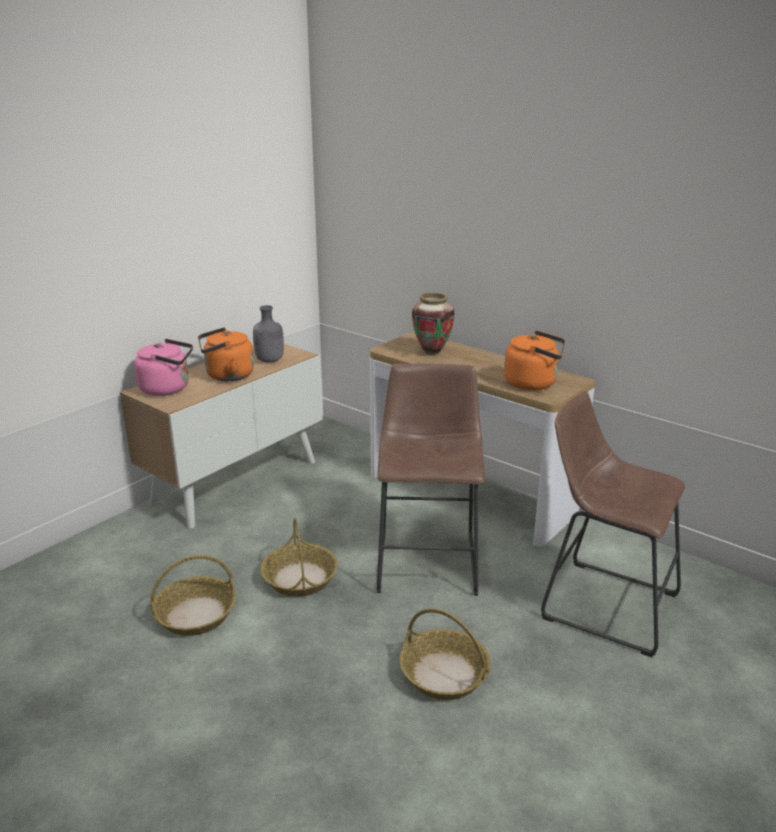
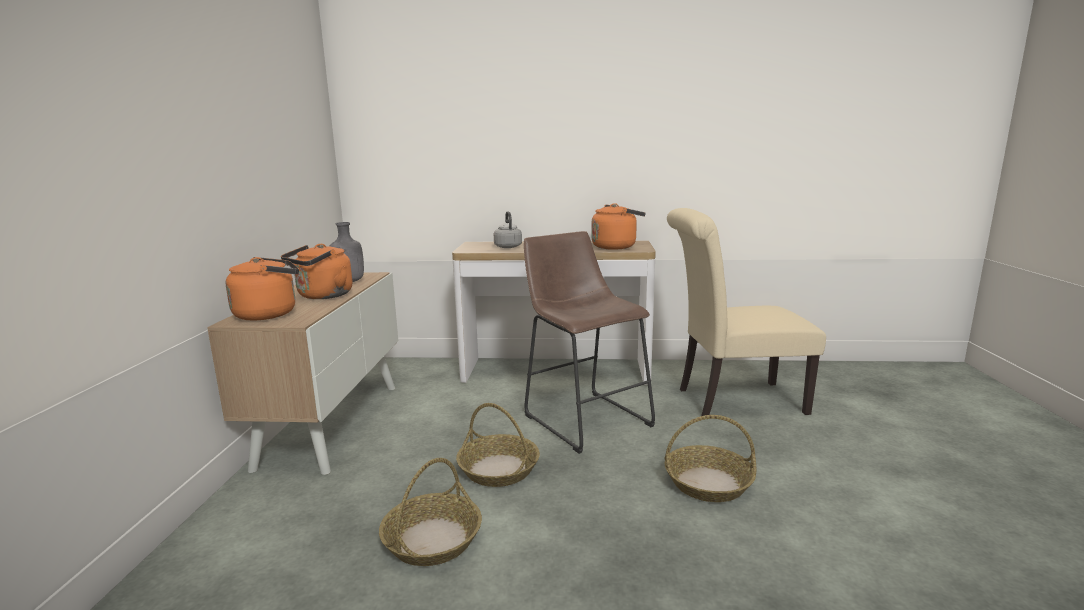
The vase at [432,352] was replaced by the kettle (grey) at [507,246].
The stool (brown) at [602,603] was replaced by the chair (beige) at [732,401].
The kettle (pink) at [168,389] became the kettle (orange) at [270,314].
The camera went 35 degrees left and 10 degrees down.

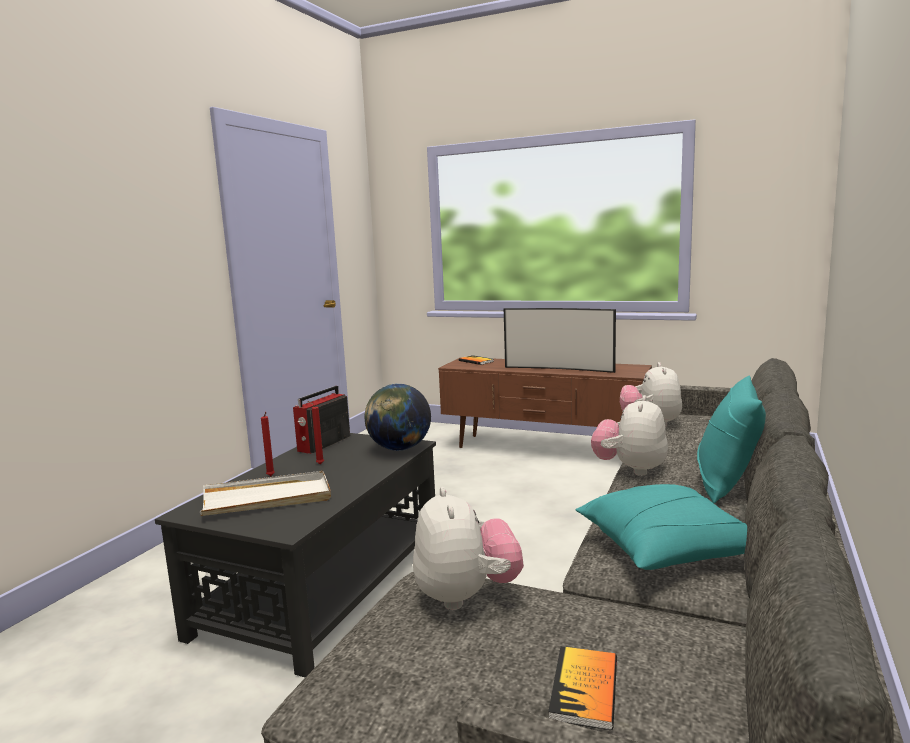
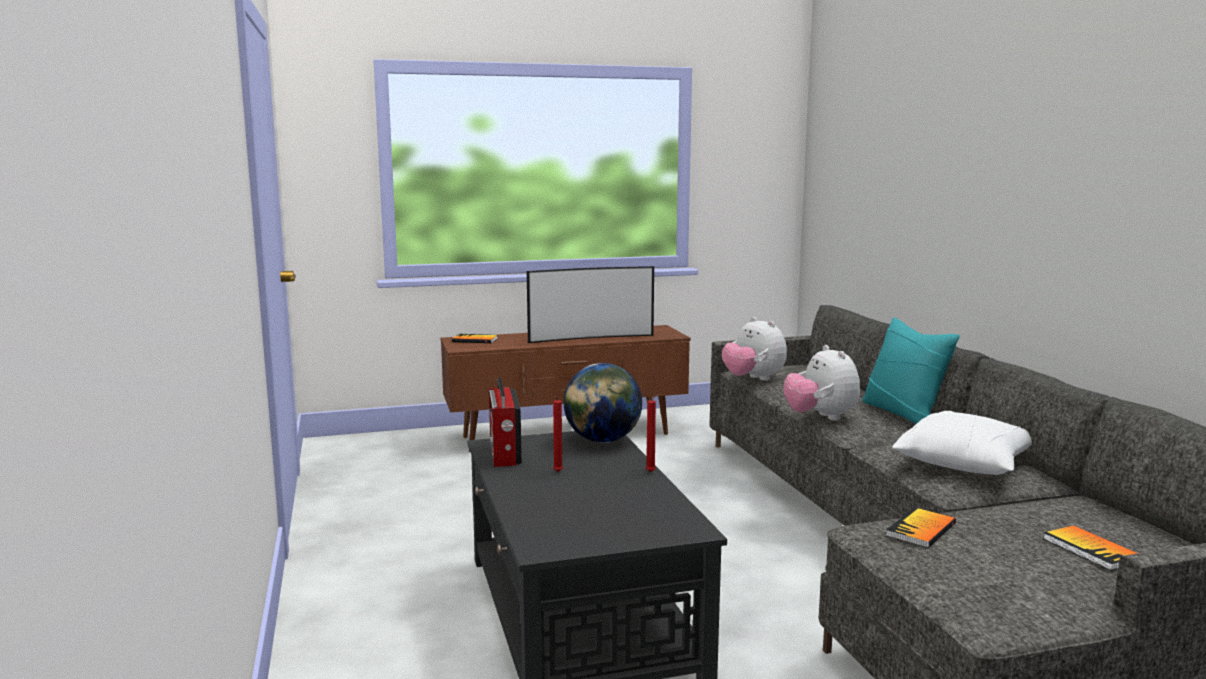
The tray (white) at [267,498] disappeared.
The candle (red) moved from [271,476] to [652,472].
The plush toy at [466,596] was replaced by the book at [921,530].
The pillow (turquoise) at [666,549] became the pillow (white) at [964,463].
The camera went 40 degrees left and 0 degrees up.

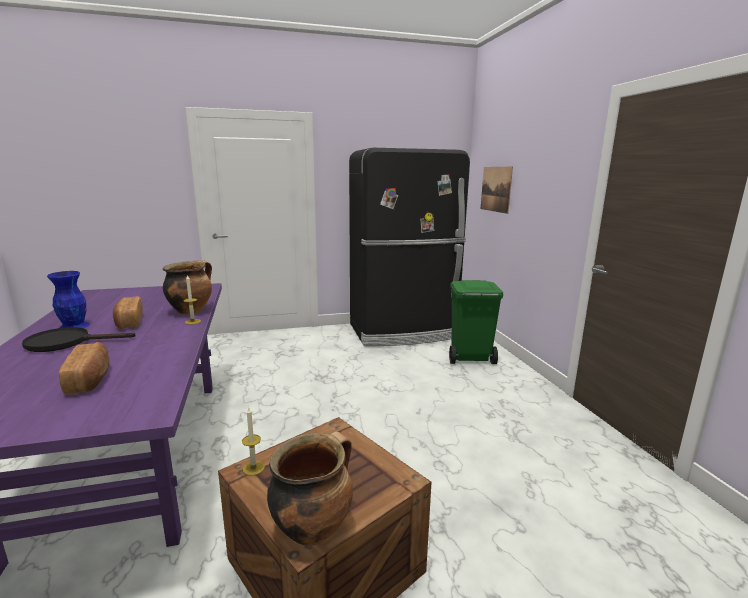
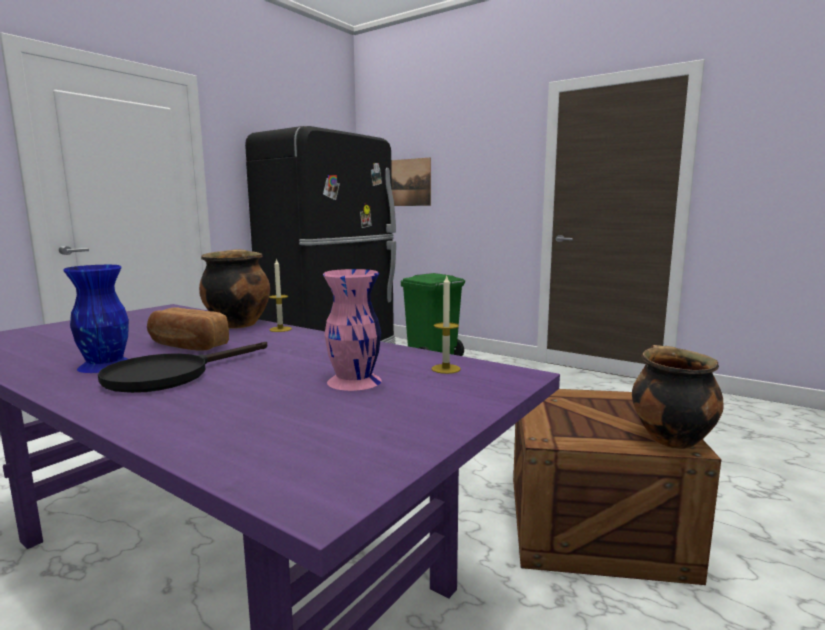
The candle moved from [253,468] to [445,369].
The bread at [90,379] was replaced by the vase (pink) at [354,381].
The camera went 40 degrees left and 5 degrees down.

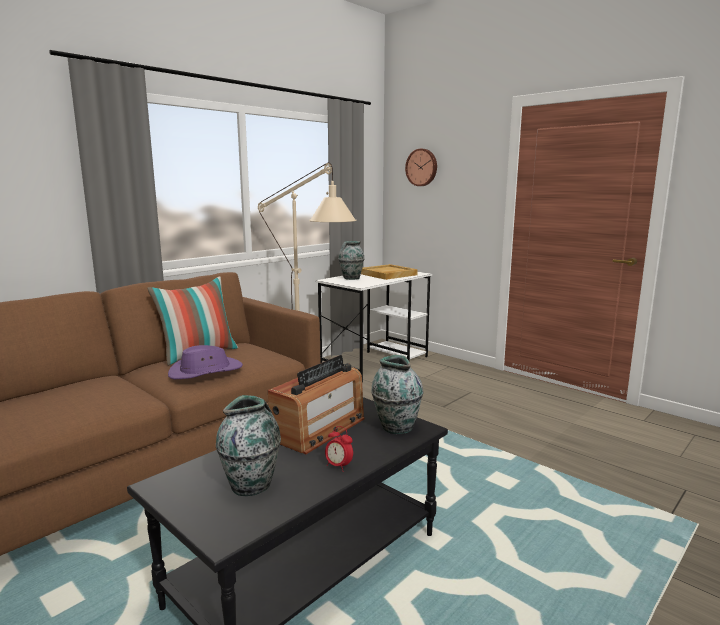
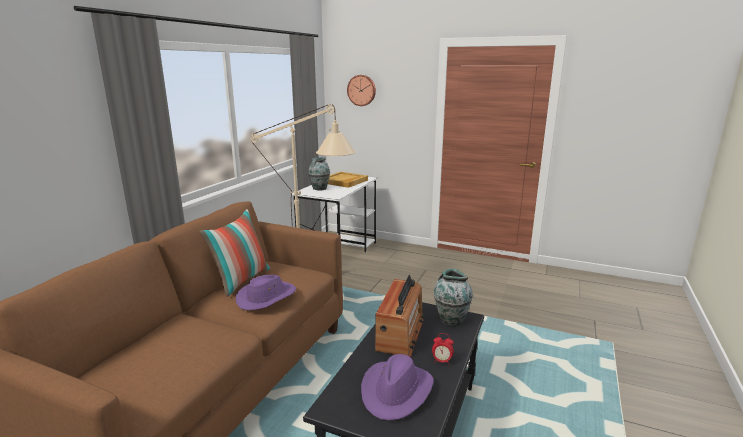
The vase at [251,485] was replaced by the hat (purple) at [396,391].
The camera went 20 degrees left and 5 degrees up.

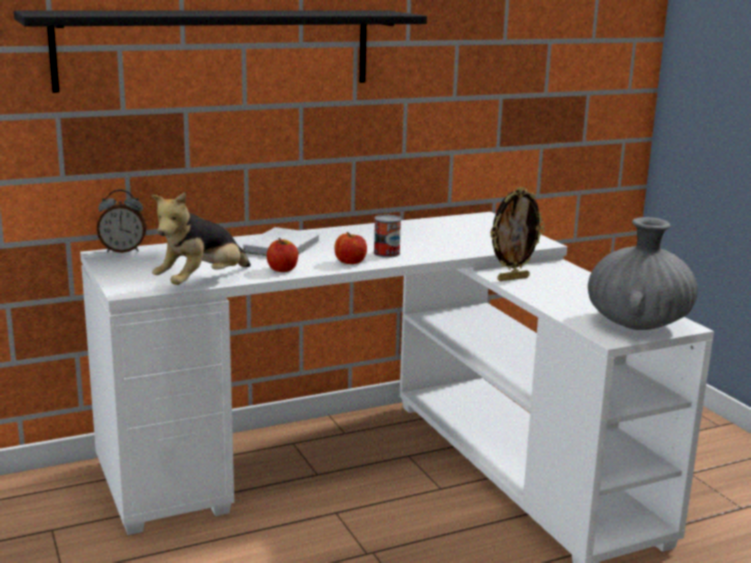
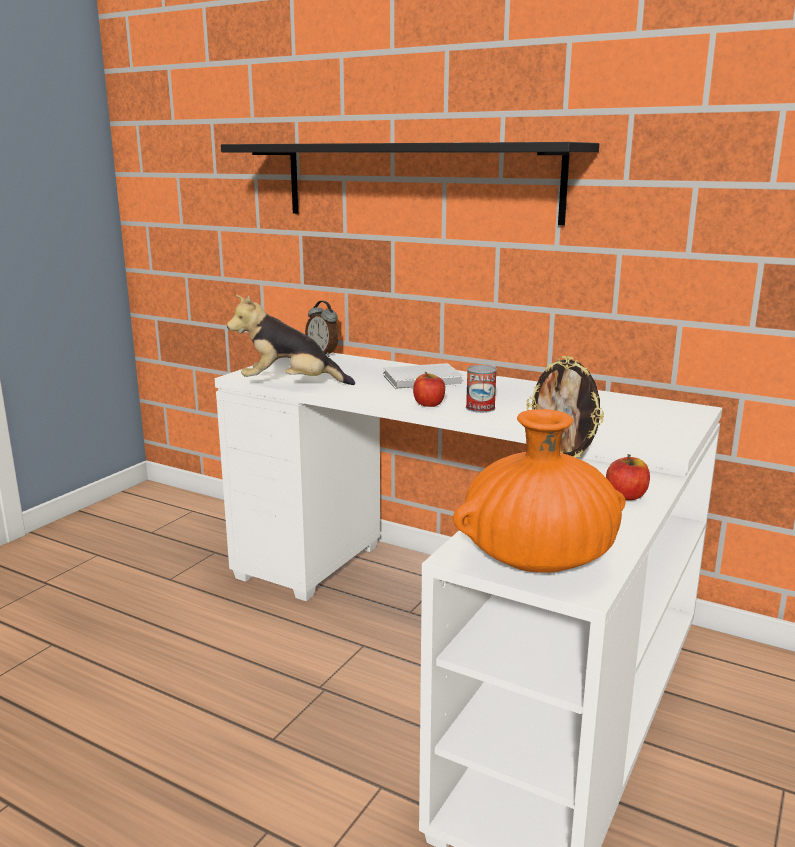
The apple moved from [282,269] to [626,496].
The vase (grey) at [638,323] became the vase (orange) at [538,560].
The camera went 55 degrees right and 0 degrees up.

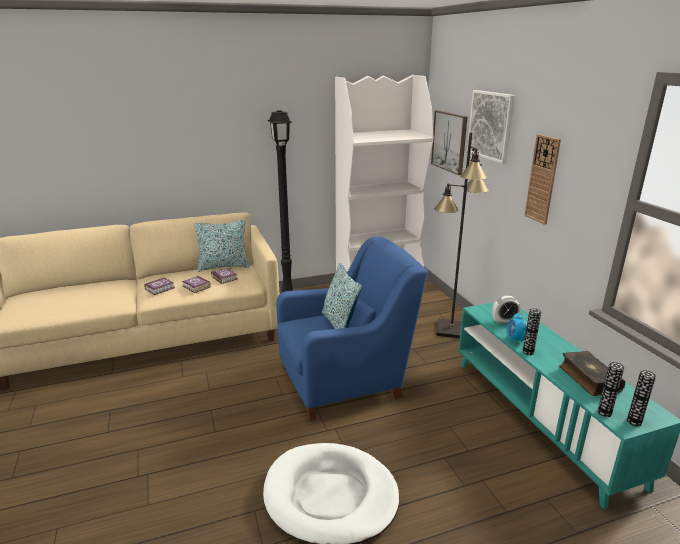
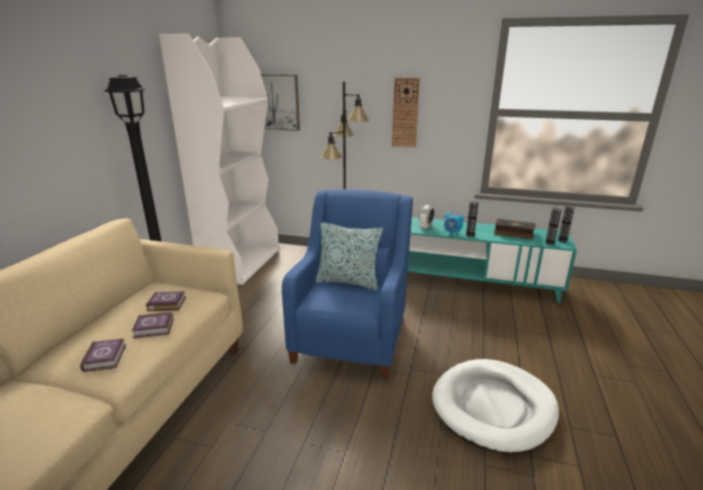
The pillow at [224,266] disappeared.
The picture at [491,125] disappeared.
The camera went 55 degrees left and 0 degrees up.

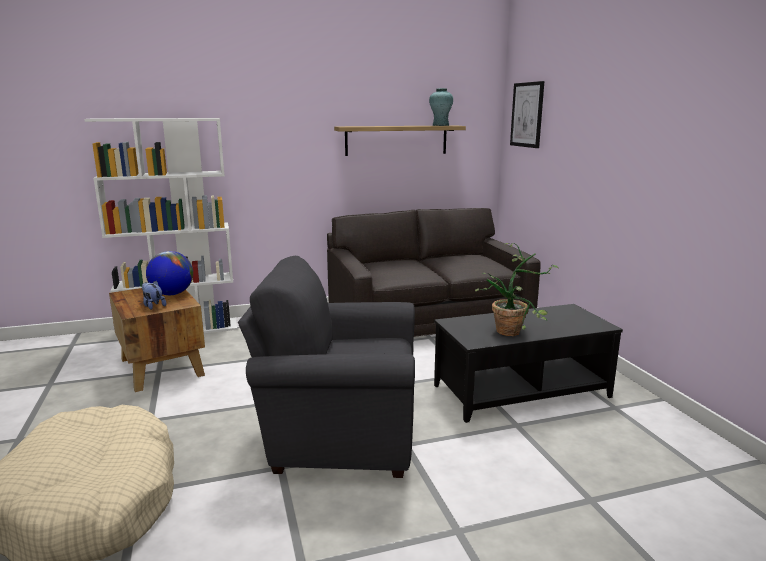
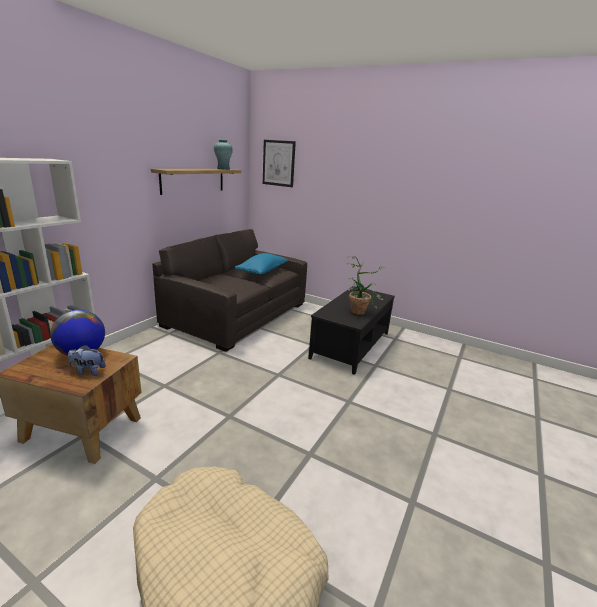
The armchair (grey) at [338,433] disappeared.
The pillow (blue) at [262,271] appeared.
The camera went 45 degrees left and 5 degrees up.

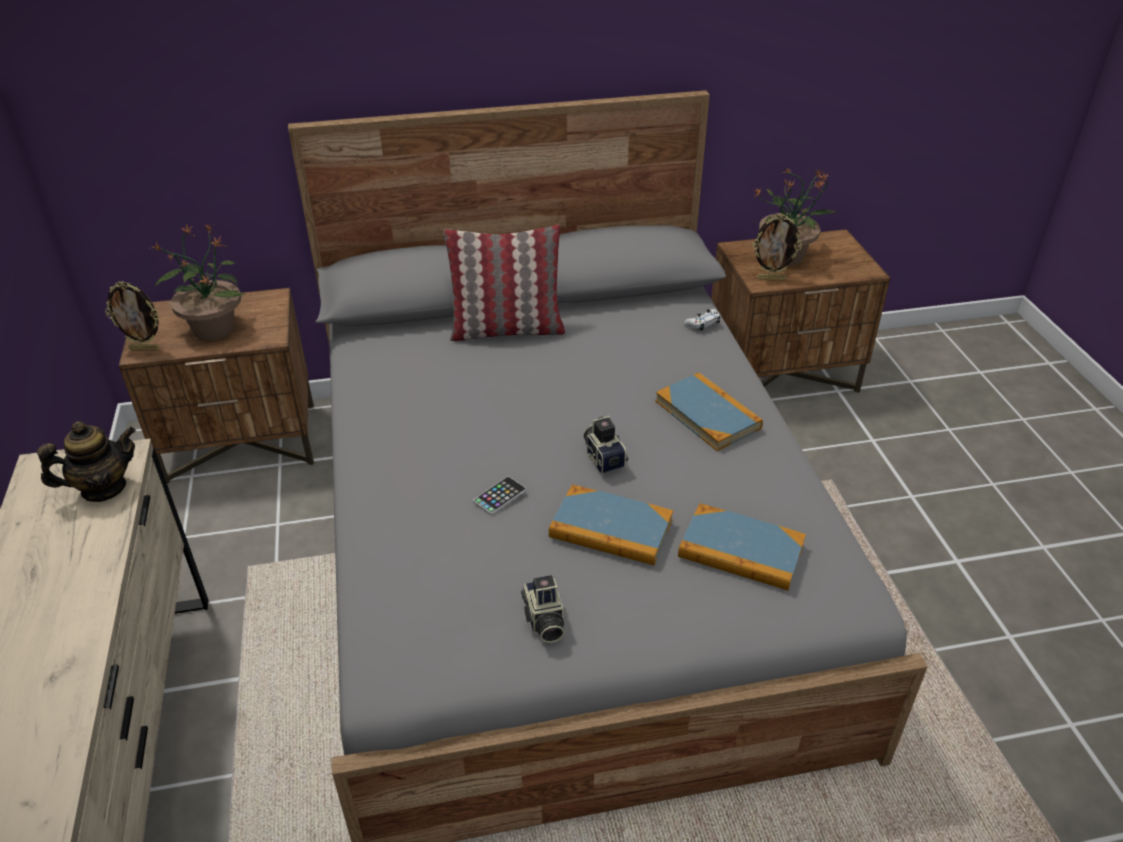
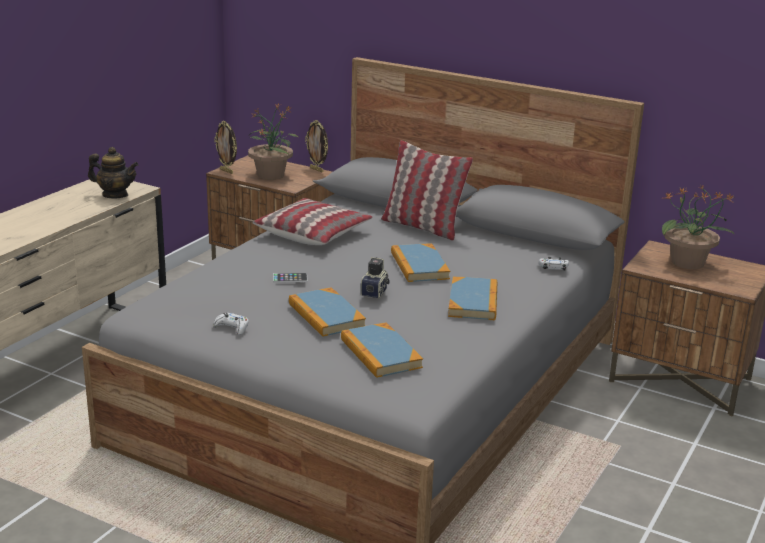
The pillow at [313,233] appeared.
The book at [419,266] appeared.
The picture frame moved from [771,279] to [317,170].
The photo camera at [543,621] was replaced by the game controller (white) at [232,328].
The camera went 40 degrees right and 15 degrees down.

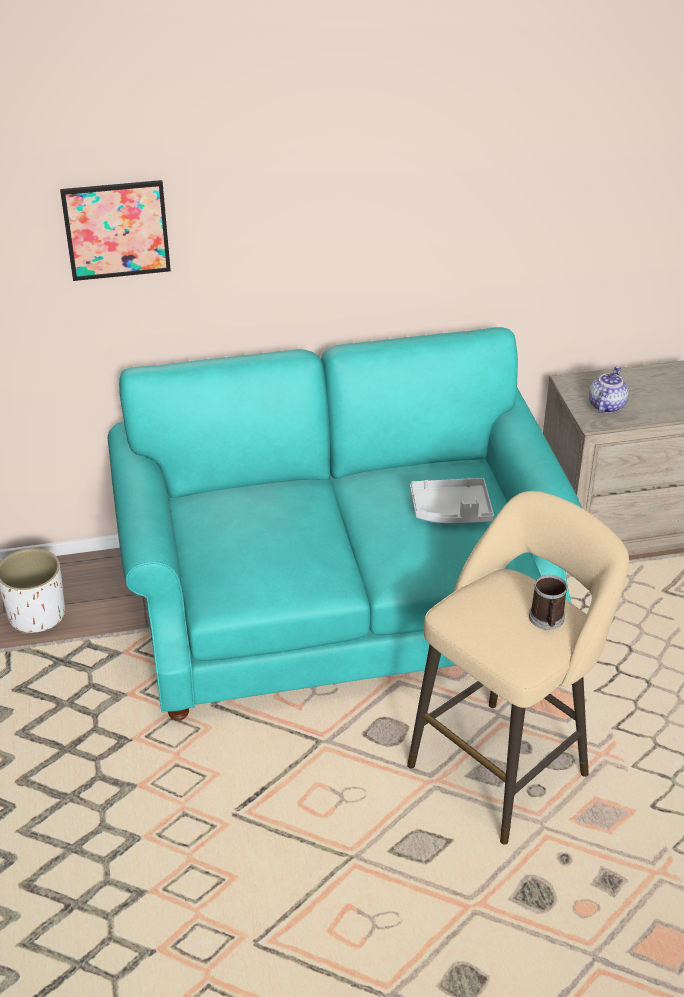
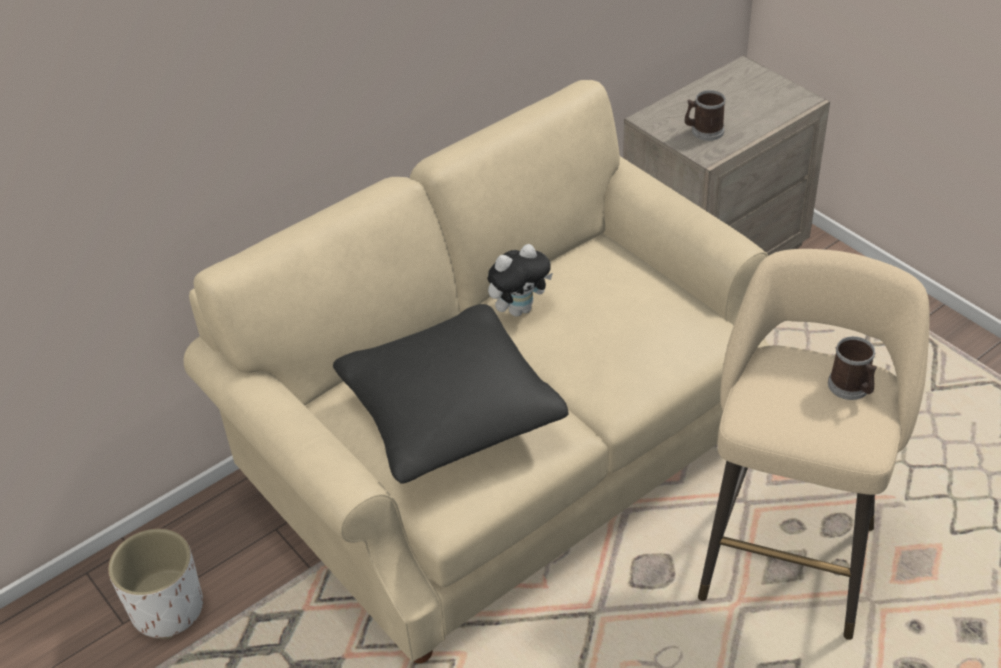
The picture at [116,230] disappeared.
The tray (grey) at [451,511] disappeared.
The pillow (black) at [450,411] appeared.
The plush toy at [519,309] appeared.
The teapot at [605,405] was replaced by the mug at [704,131].
The sofa (turquoise) at [343,606] became the sofa (beige) at [507,450].
The camera went 25 degrees left and 5 degrees up.

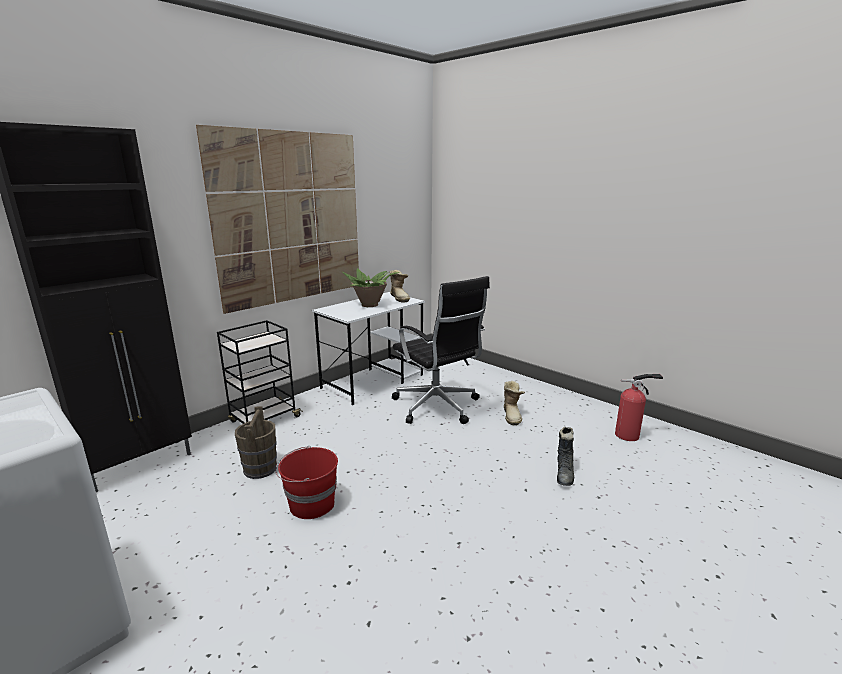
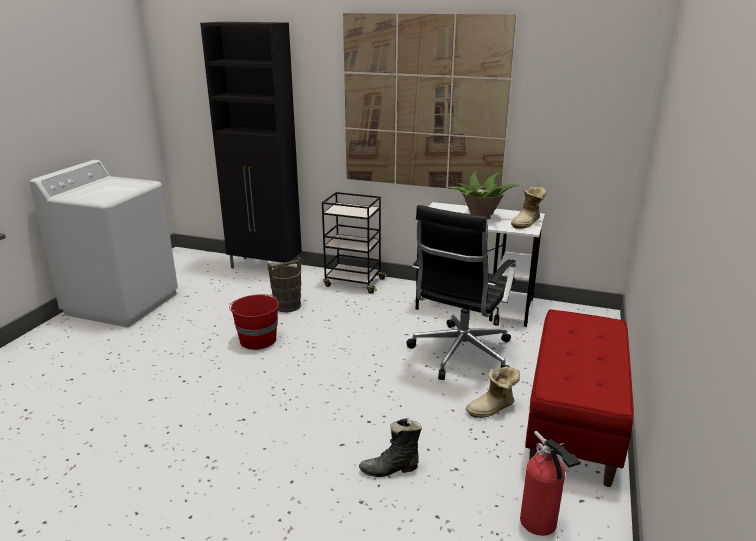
The bench (red) at [573,423] appeared.
The camera went 65 degrees right and 5 degrees up.

